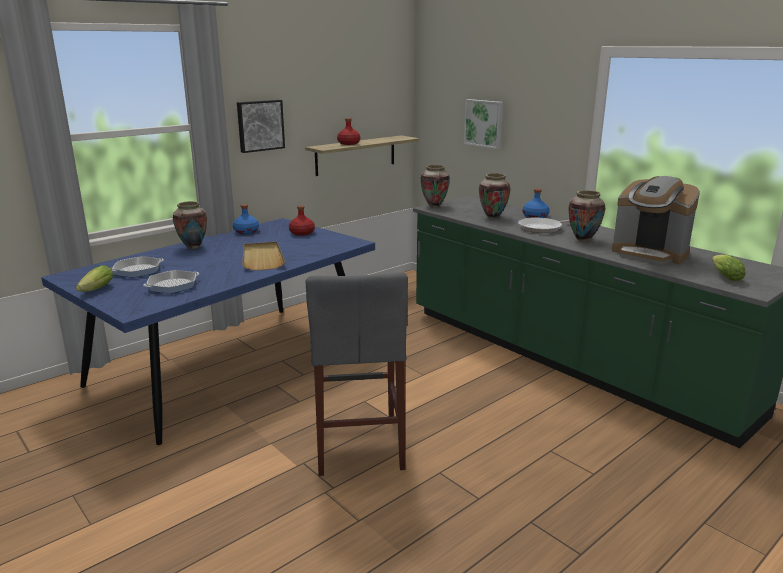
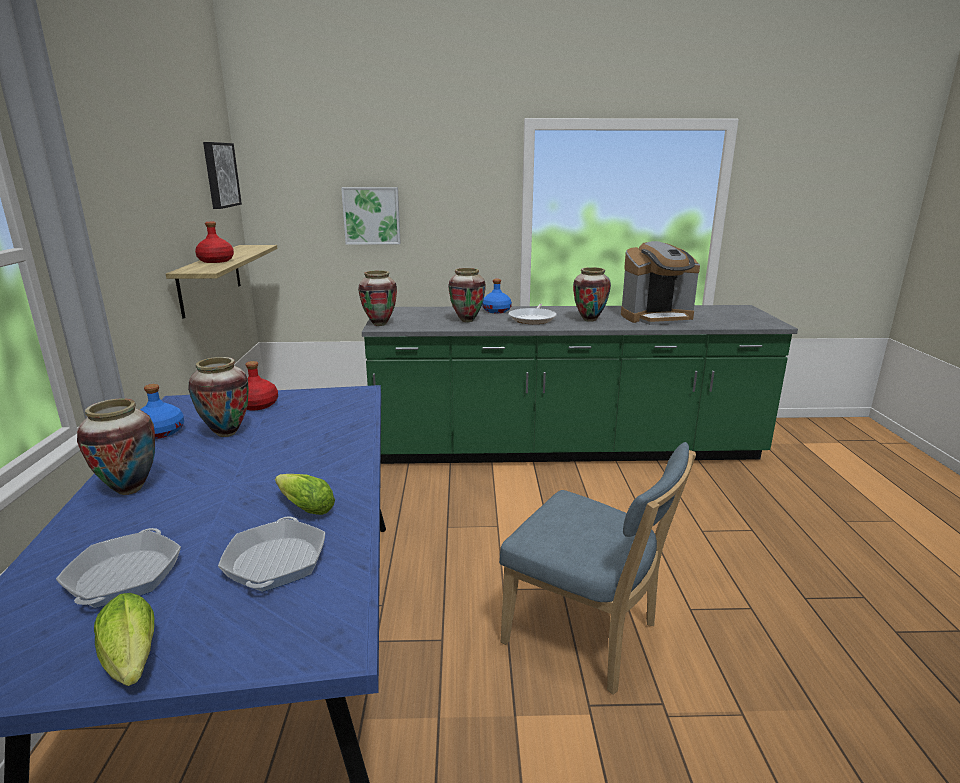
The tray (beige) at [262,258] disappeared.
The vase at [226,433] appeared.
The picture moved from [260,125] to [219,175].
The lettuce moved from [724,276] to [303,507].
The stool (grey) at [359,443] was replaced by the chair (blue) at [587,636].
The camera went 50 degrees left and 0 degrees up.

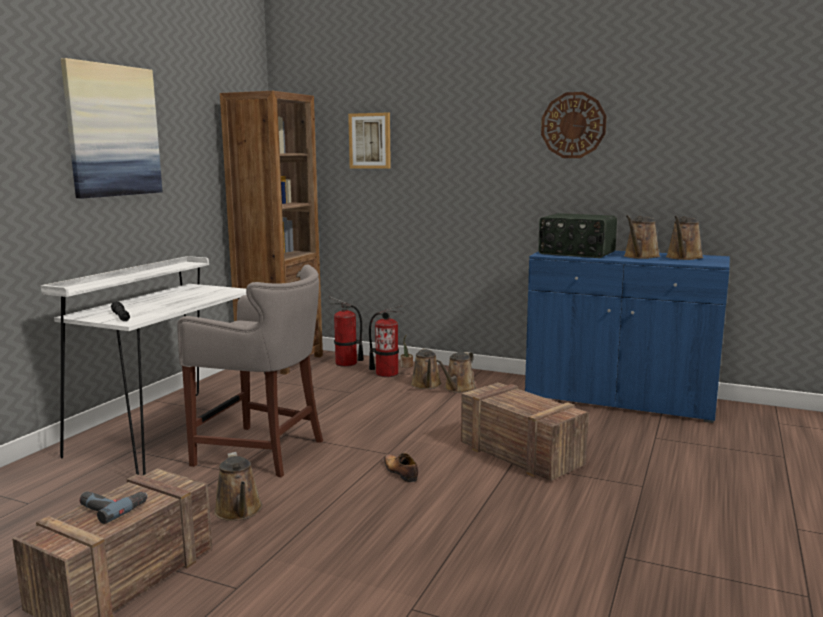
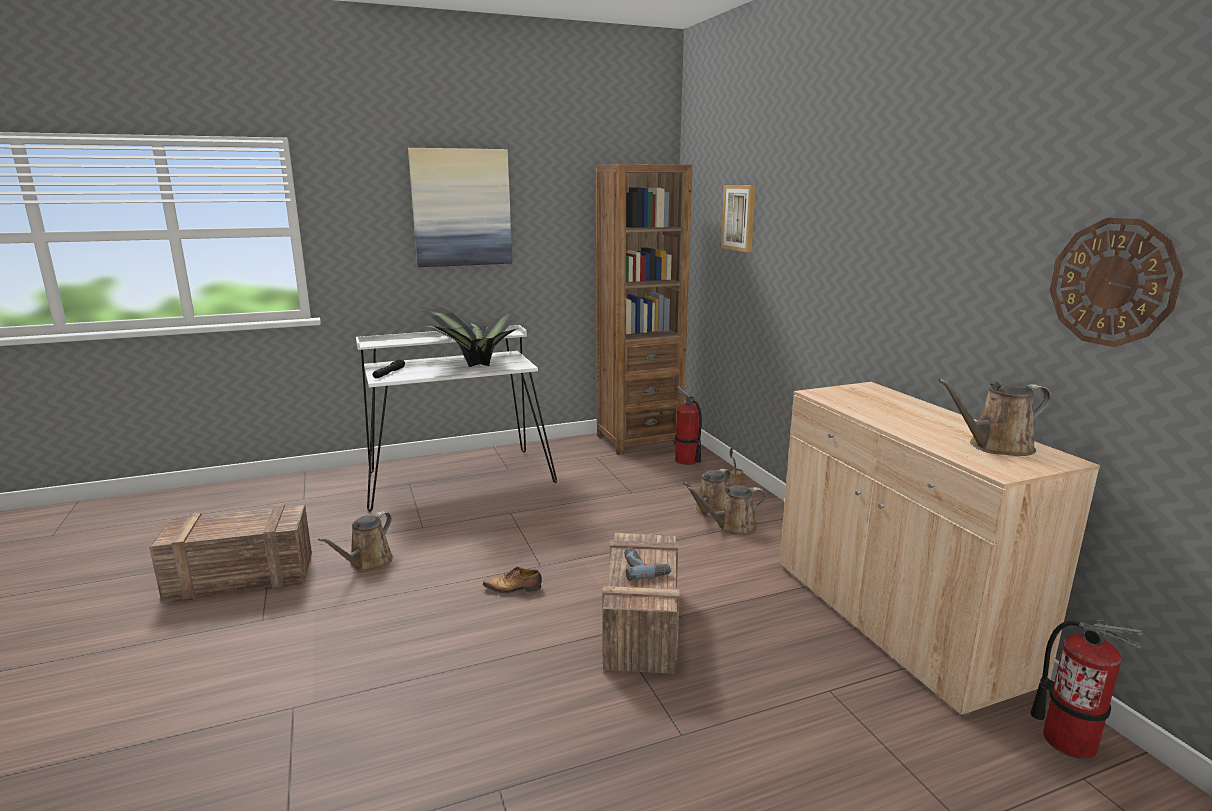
The stool (grey) at [264,452] disappeared.
The radio at [576,253] disappeared.
The watering can (brown) at [640,256] disappeared.
The potted plant at [471,364] appeared.
The power drill moved from [112,507] to [644,568].
The fire extinguisher moved from [386,373] to [1068,740].
The wall clock moved from [573,125] to [1112,282].
The cabinet (blue) at [619,399] became the cabinet (beige) at [894,620].
The shoe at [400,472] turned 105 degrees counterclockwise.
The camera went 45 degrees right and 5 degrees up.

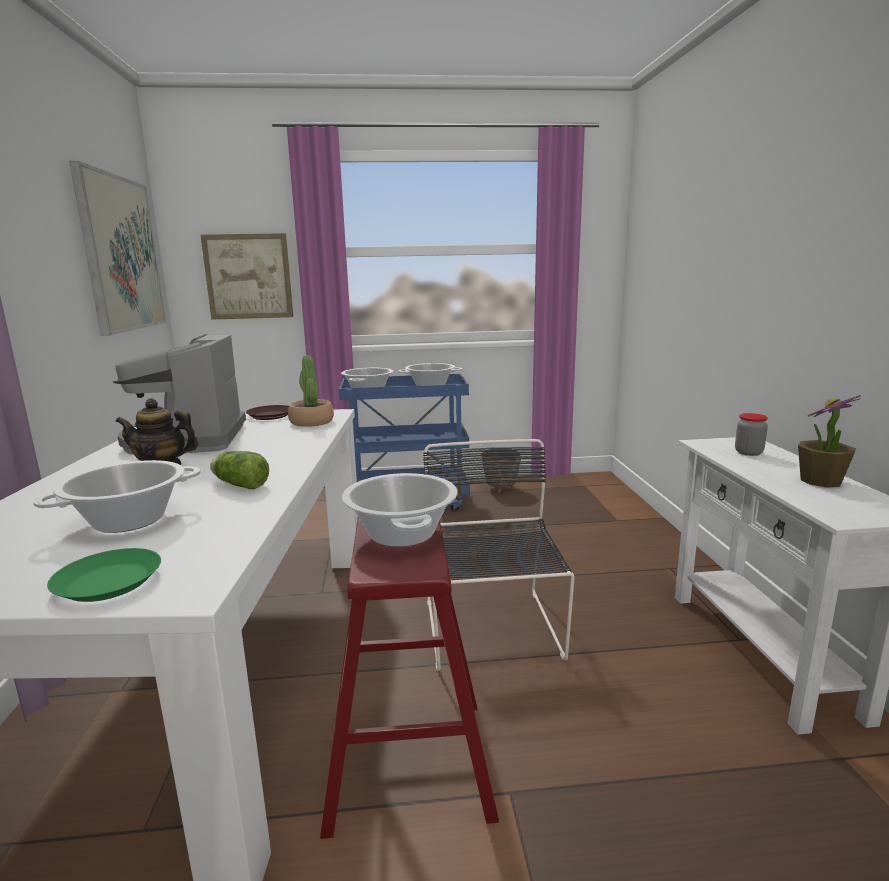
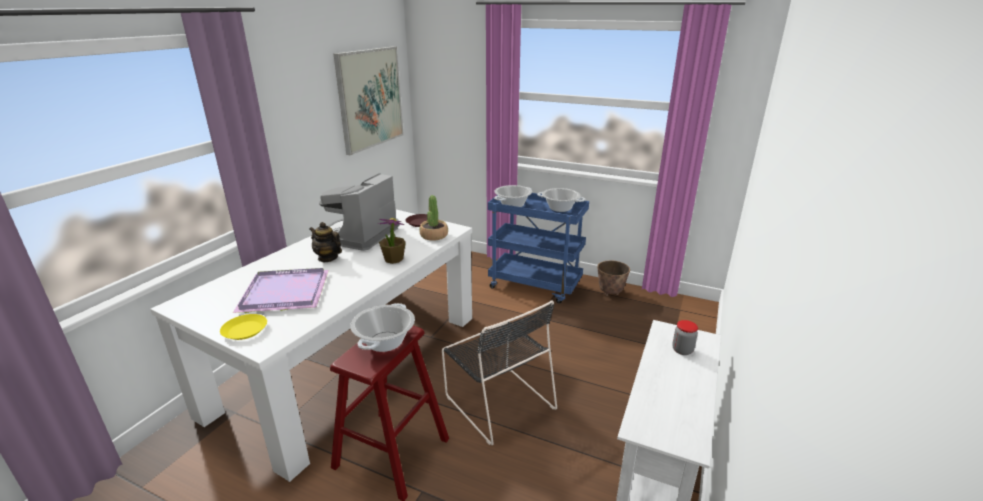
The picture at [248,277] disappeared.
The lettuce at [239,484] disappeared.
The potted plant moved from [820,481] to [393,259].
The cooking pot at [129,520] was replaced by the tray (purple) at [283,293].
The plate (green) at [109,582] became the plate (yellow) at [245,330].
The chair (black) at [492,631] turned 120 degrees clockwise.
The camera went 30 degrees right and 10 degrees up.

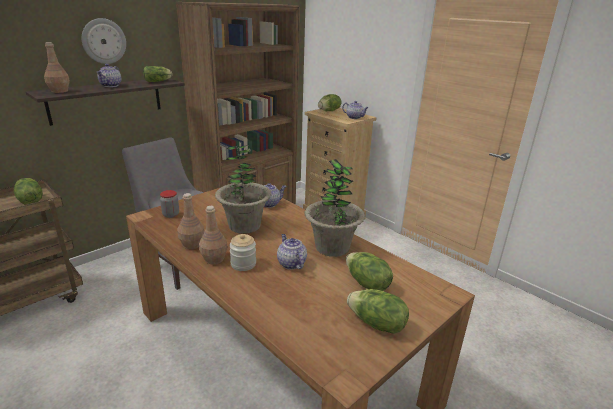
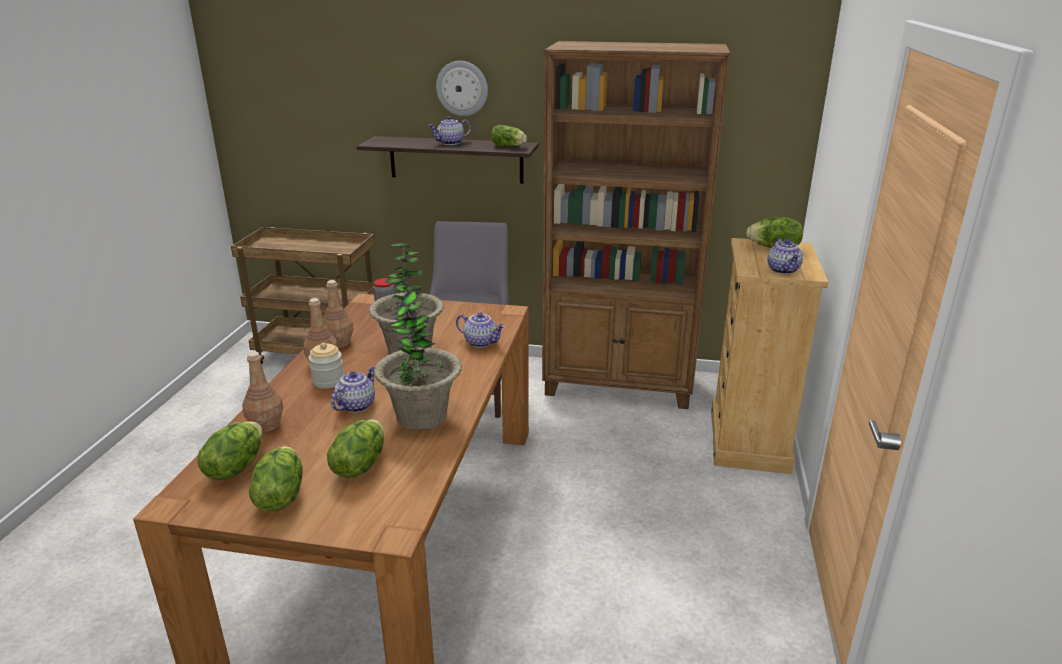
The lettuce moved from [30,201] to [235,467].
The bottle (brown) moved from [59,91] to [266,424].
The camera went 55 degrees right and 0 degrees up.

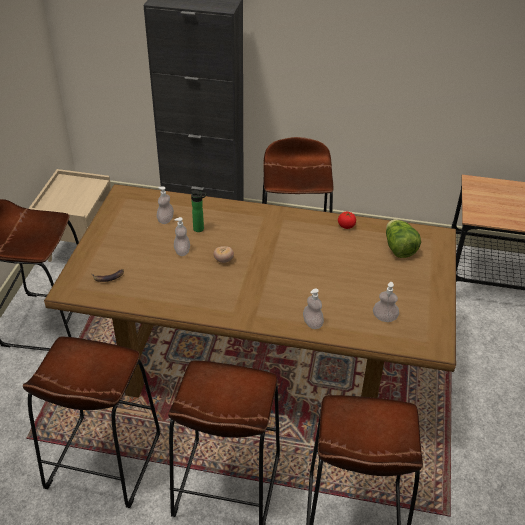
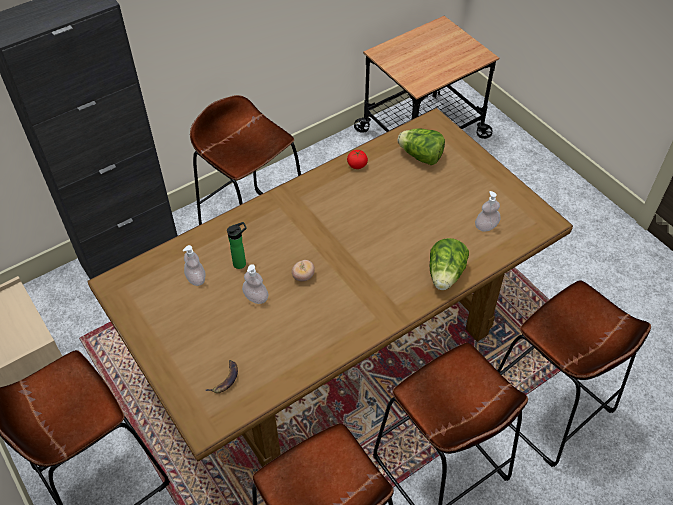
The soap dispenser at [312,323] was replaced by the lettuce at [445,275].
The camera went 45 degrees left and 10 degrees up.

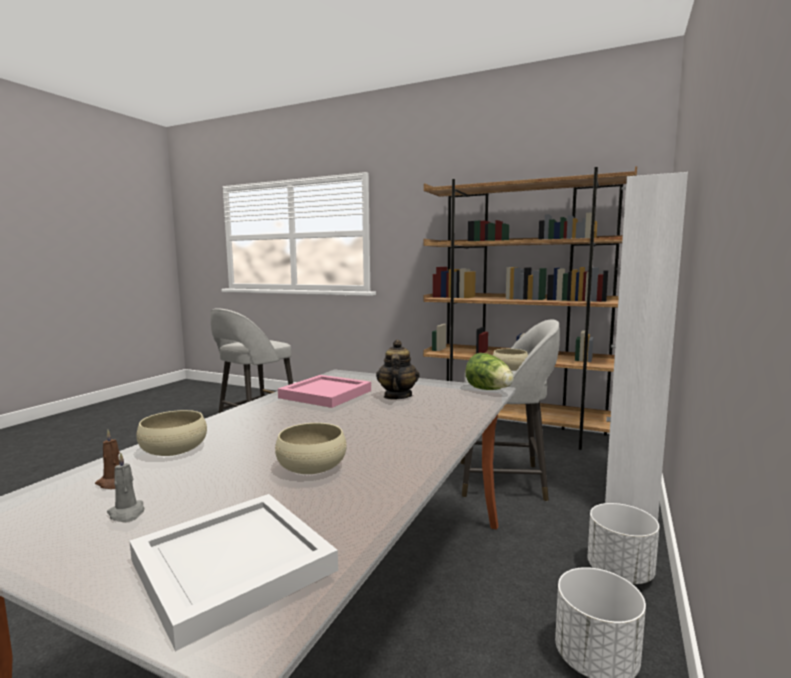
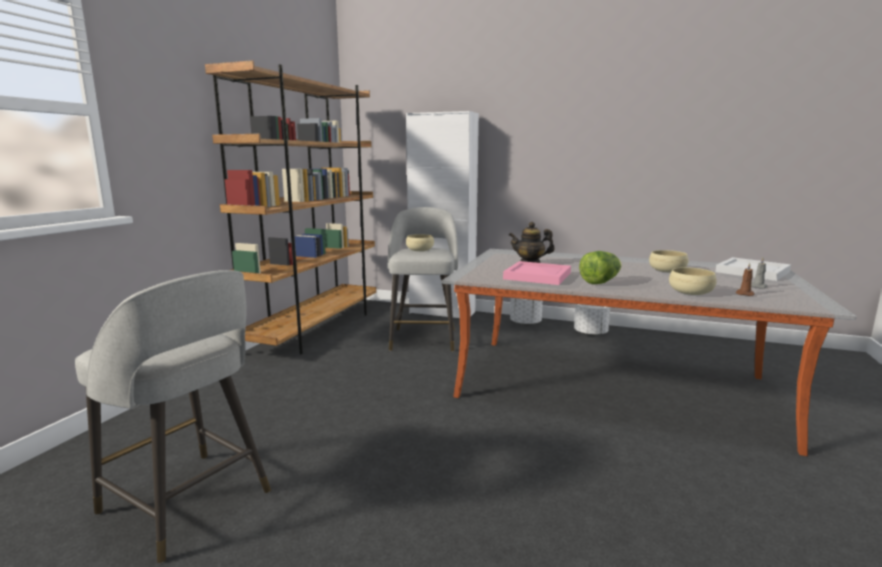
The lettuce moved from [489,390] to [600,282].
The camera went 95 degrees left and 5 degrees up.

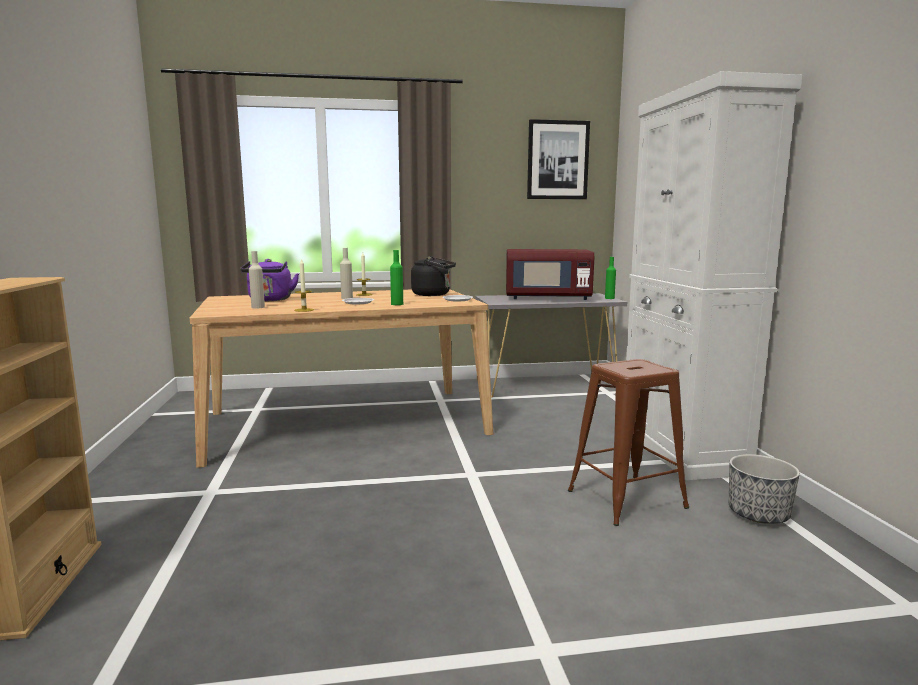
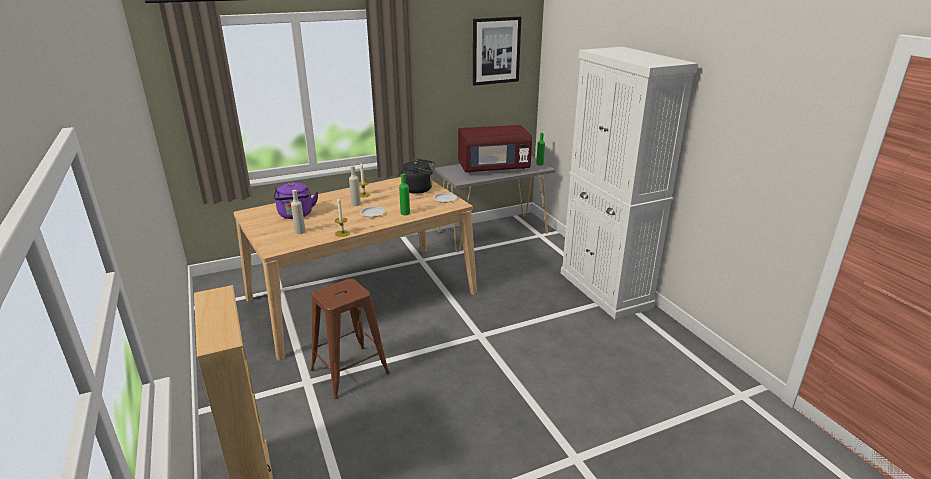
The planter at [758,514] disappeared.
The stool (brown) moved from [627,499] to [350,371].
The camera went 15 degrees left and 15 degrees up.

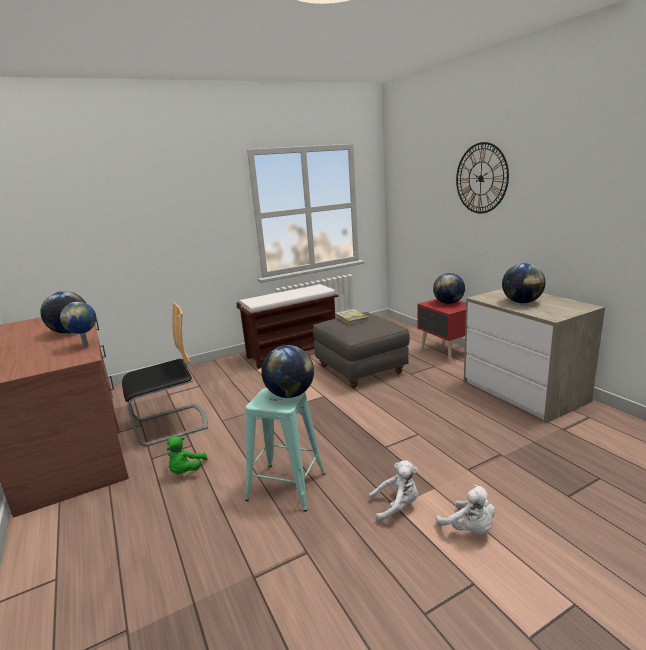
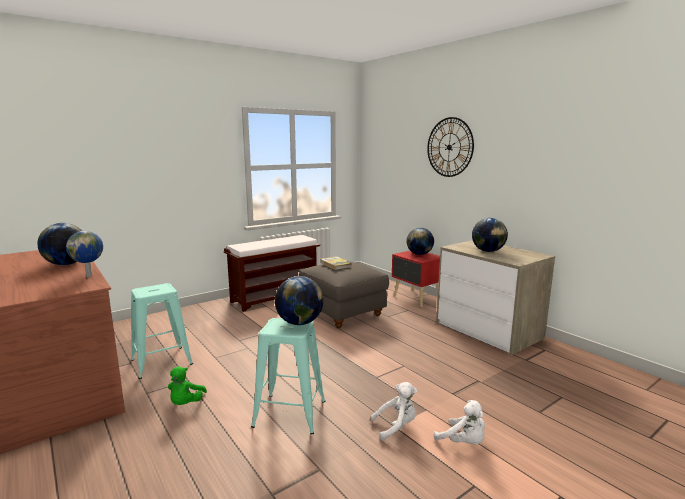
The chair at [170,425] was replaced by the stool (turquoise) at [162,362].
The camera went 10 degrees left and 5 degrees down.

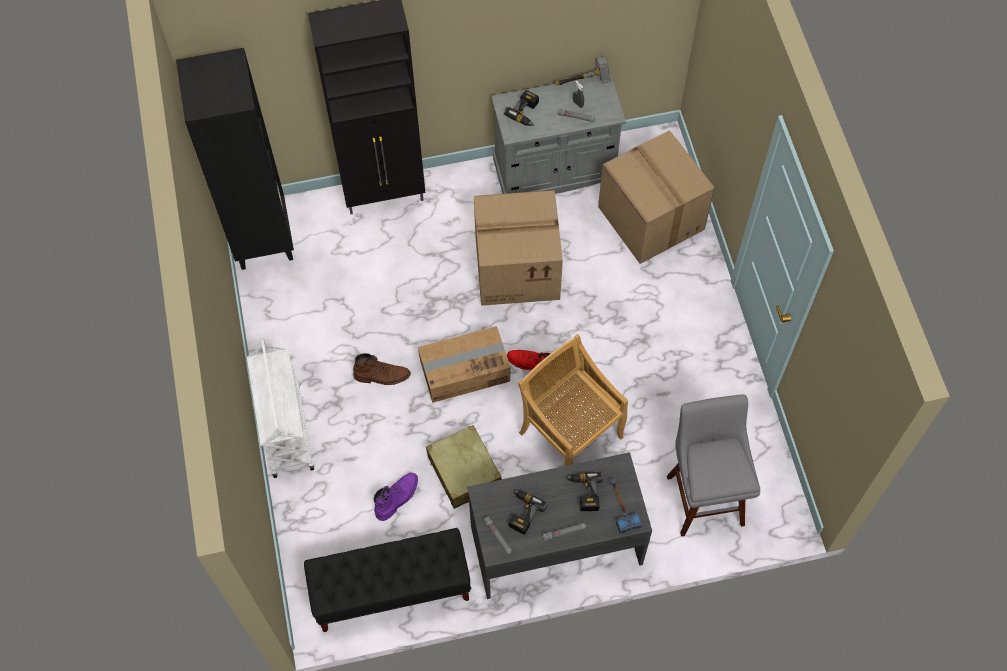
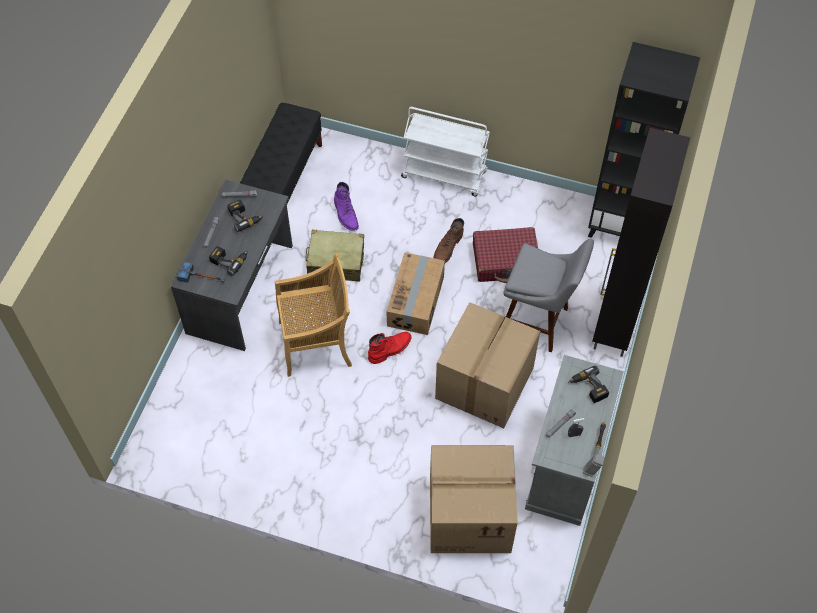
The suitcase (red) at [505,261] appeared.
The stool (grey) moved from [704,494] to [538,323].
The camera went 120 degrees right and 5 degrees down.

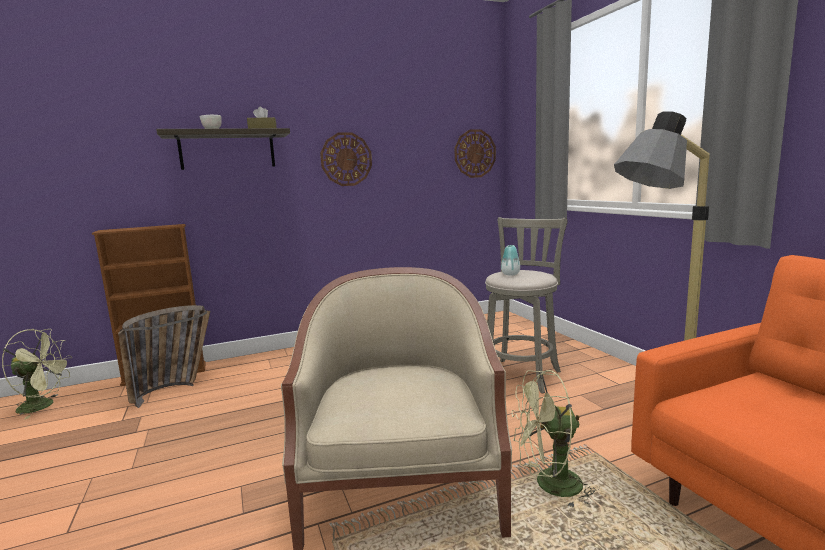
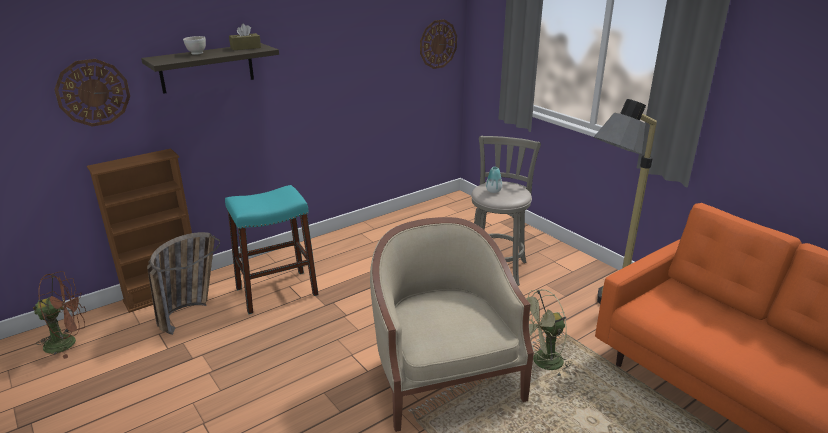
The stool (turquoise) at [277,291] appeared.
The wall clock moved from [346,159] to [93,92].
The fan (green) at [43,406] became the fan (brown) at [68,342].
The camera went 15 degrees left and 15 degrees up.

